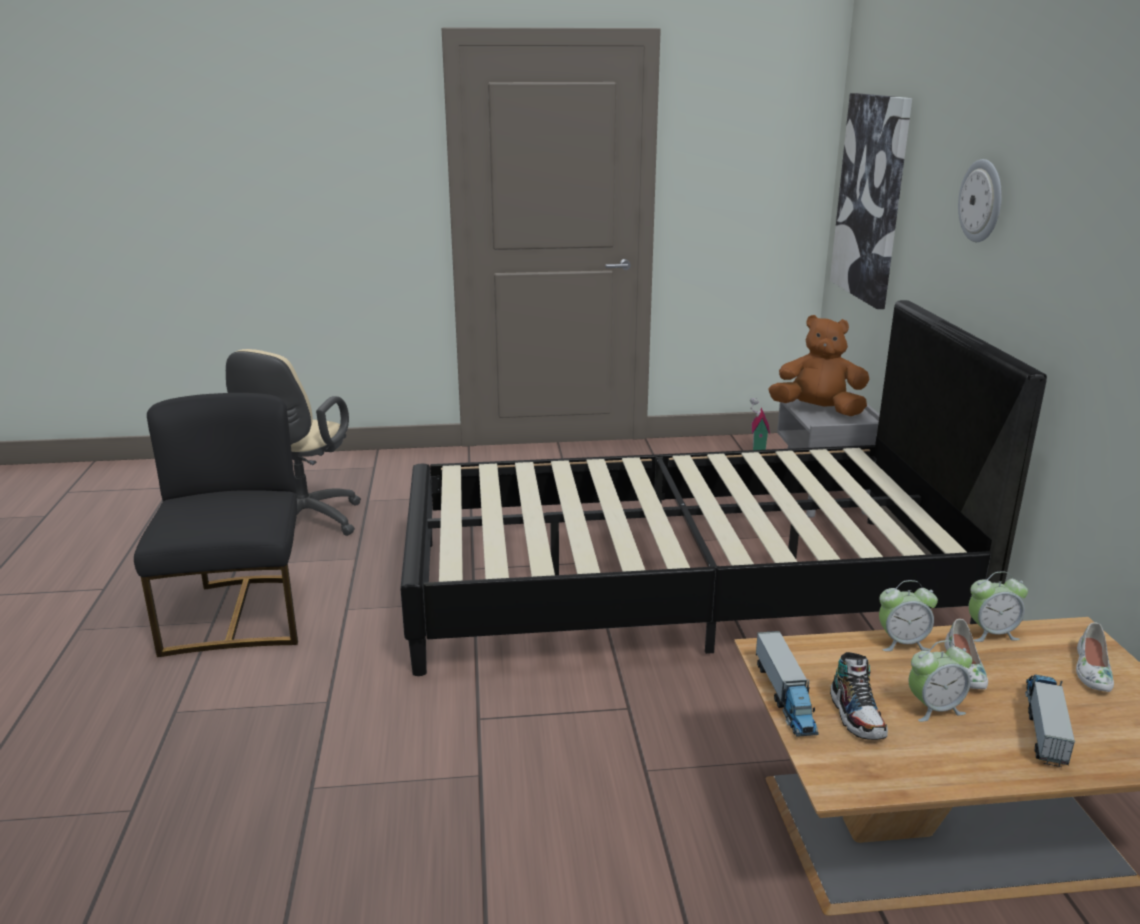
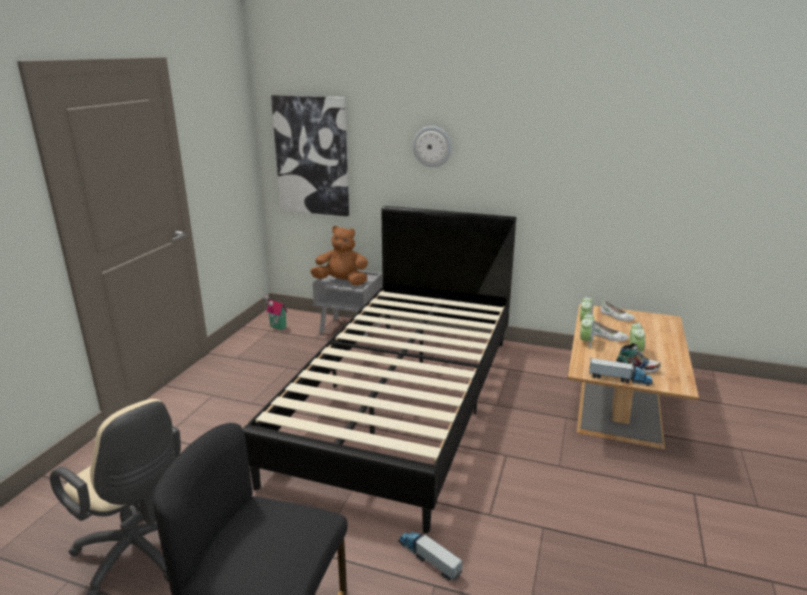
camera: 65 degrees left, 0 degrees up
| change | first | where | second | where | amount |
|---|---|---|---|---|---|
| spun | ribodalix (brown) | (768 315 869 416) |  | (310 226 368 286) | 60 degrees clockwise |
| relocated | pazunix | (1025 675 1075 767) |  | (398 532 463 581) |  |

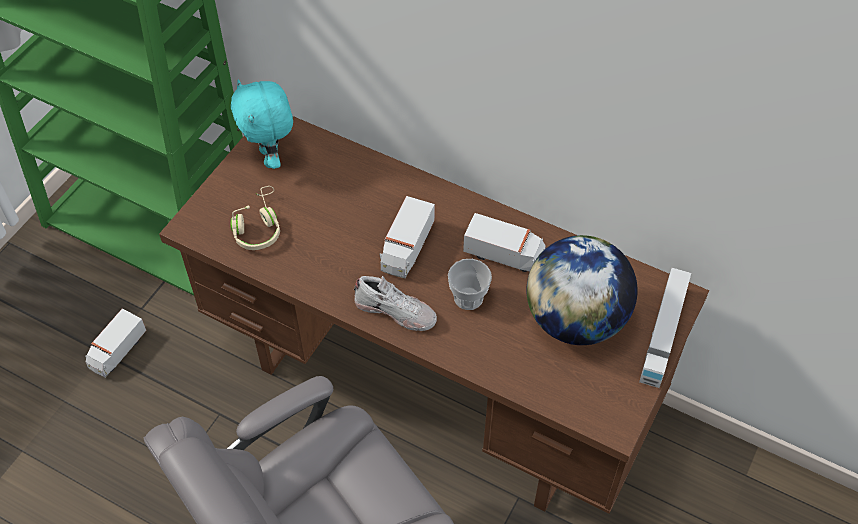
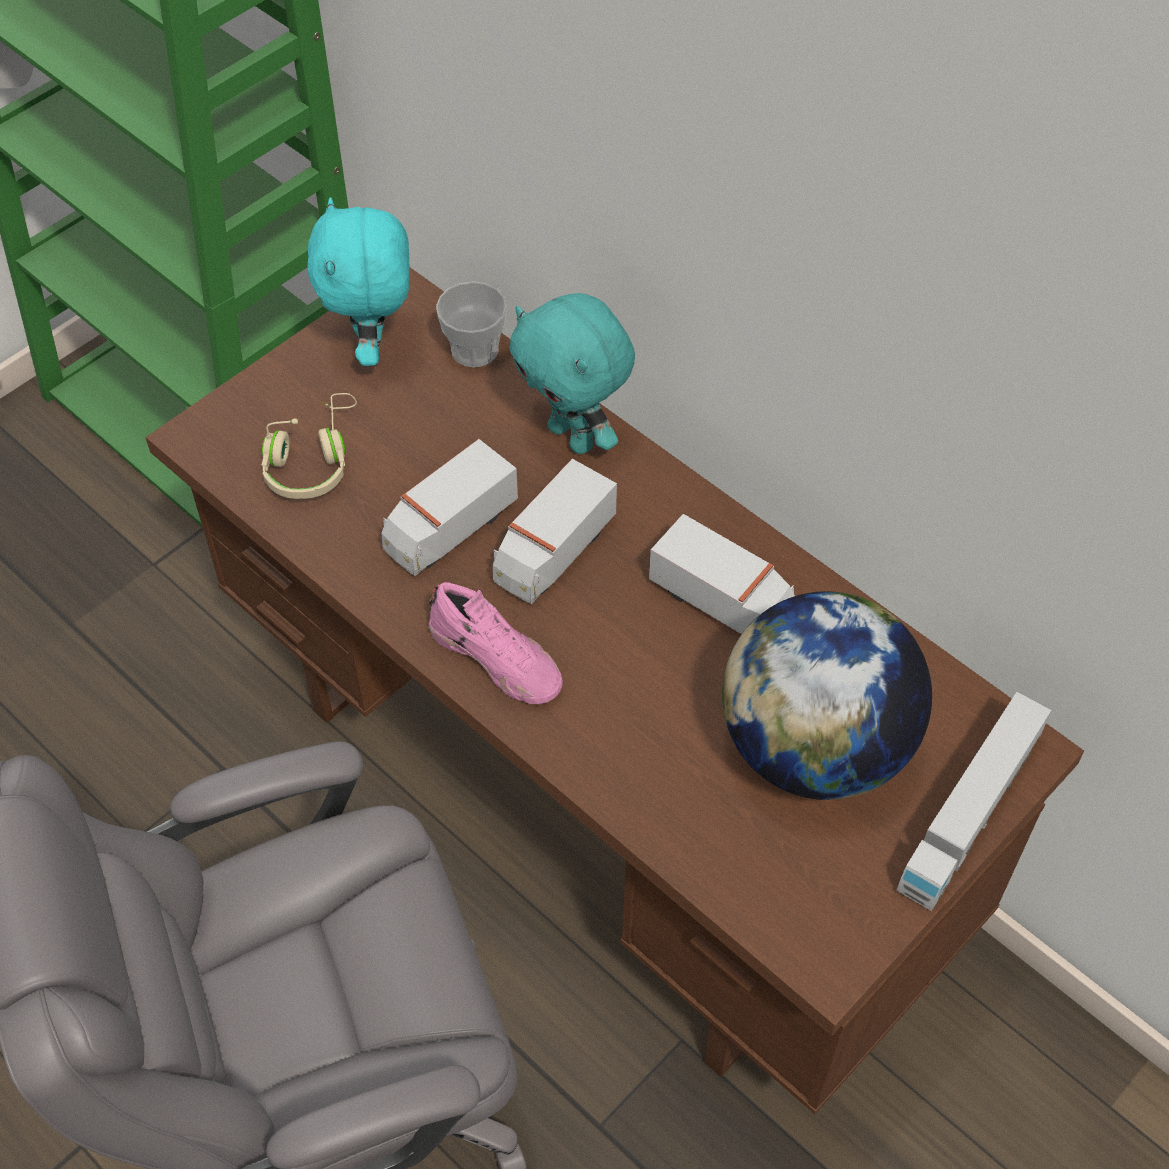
camera: 15 degrees right, 0 degrees up
| change | first | where | second | where | amount |
|---|---|---|---|---|---|
| relocated | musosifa | (448 259 492 310) |  | (436 281 508 368) |  |
| colour | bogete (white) | (354 276 437 331) | bogete (pink) | (429 582 563 704) |  |
| relocated | pazunix | (85 308 147 378) |  | (381 439 518 576) |  |
| appeared |  |  | ribodalix (turquoise) | (509 293 635 454) |  |

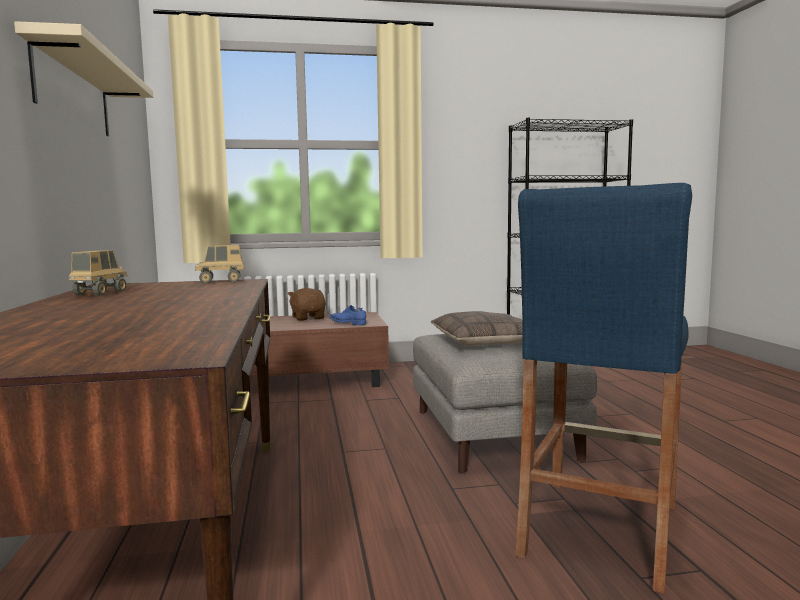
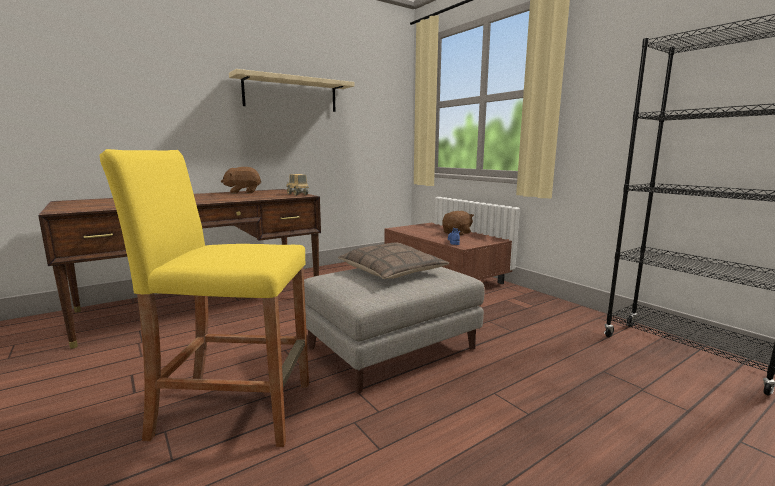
camera: 65 degrees right, 5 degrees up
| change | first | where | second | where | amount |
|---|---|---|---|---|---|
| colour | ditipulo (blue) | (515 183 692 594) | ditipulo (yellow) | (100 149 309 447) |  |
| exchanged | pazunix | (68 250 127 296) | ribodalix (brown) | (221 167 261 194) |  |

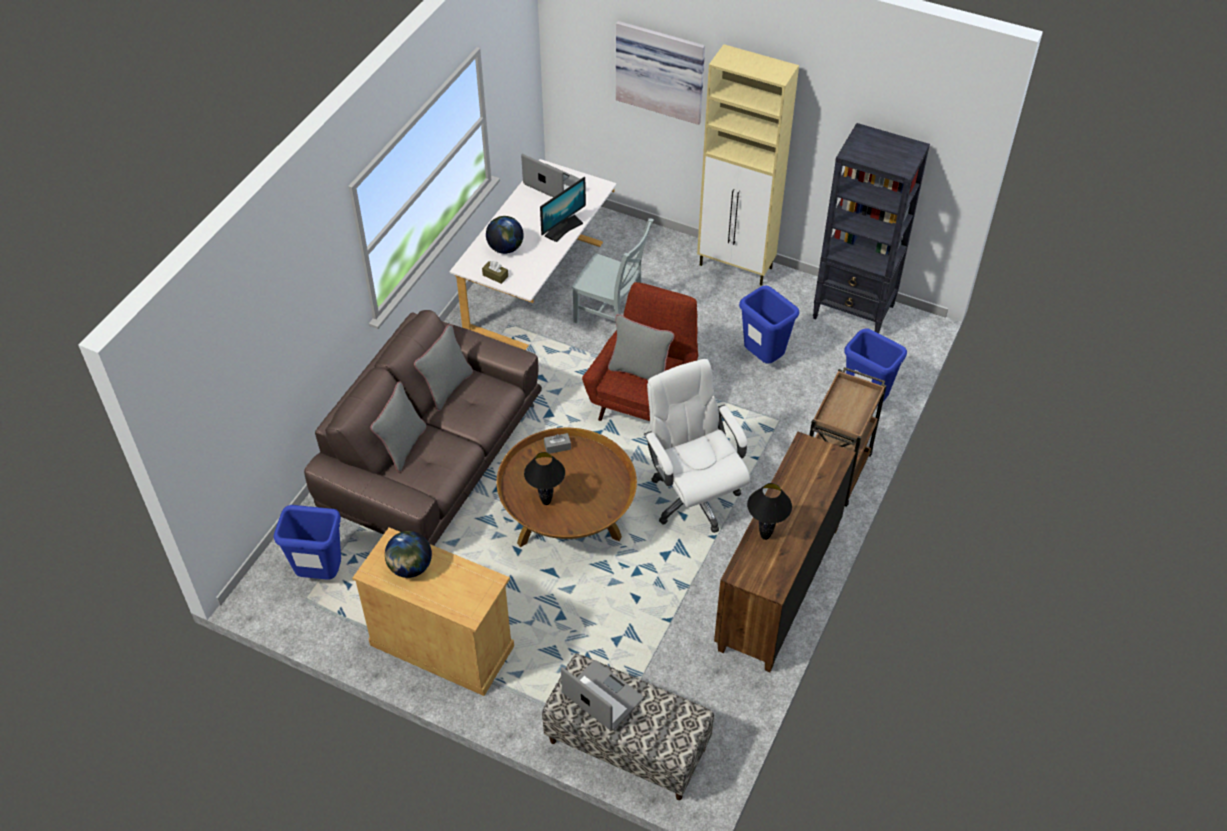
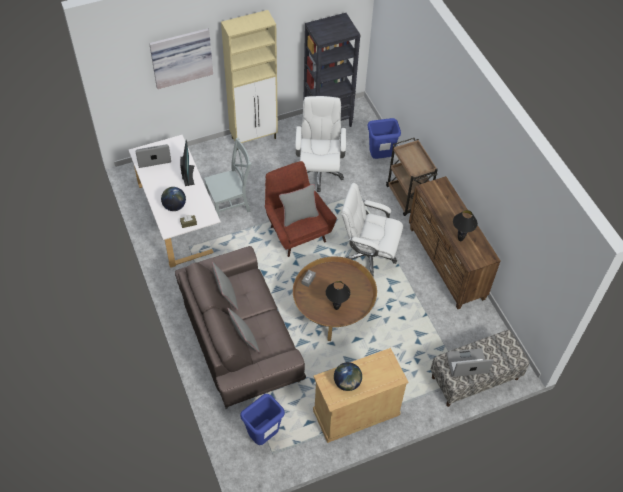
camera: 50 degrees left, 5 degrees up
| change | first | where | second | where | amount |
|---|---|---|---|---|---|
| exchanged | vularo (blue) | (739 286 799 364) | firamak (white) | (295 96 346 192) |  |

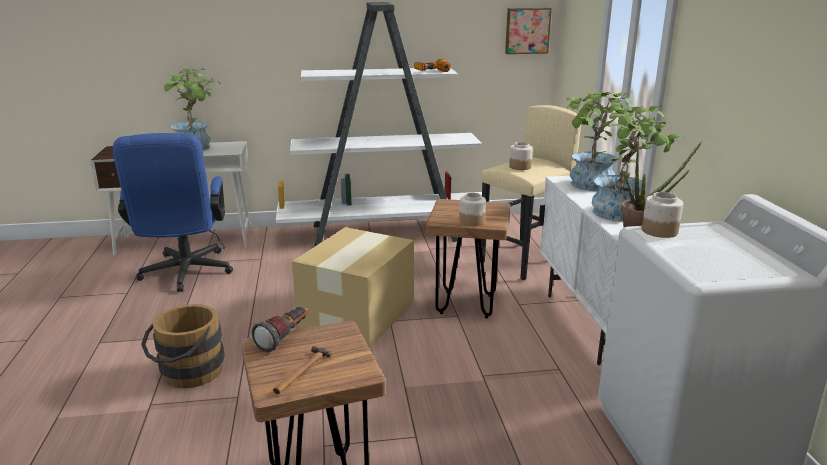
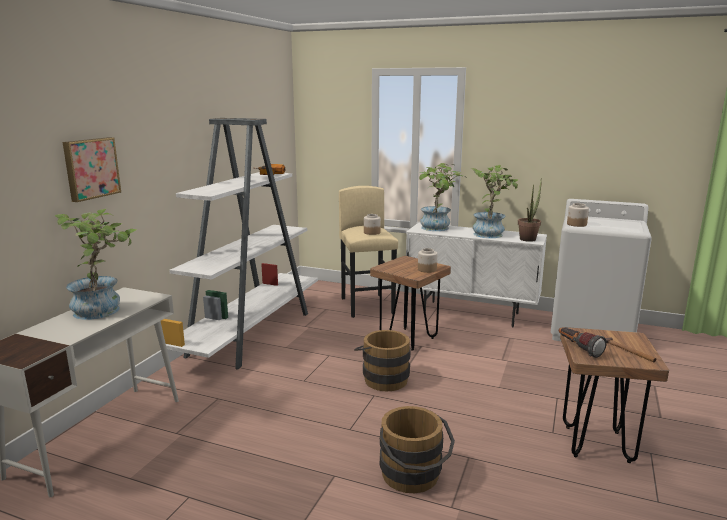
camera: 60 degrees left, 5 degrees down
| change | first | where | second | where | amount |
|---|---|---|---|---|---|
| relocated | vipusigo | (505 8 552 54) |  | (63 137 121 202) |  |
| missing | firamak (blue) | (113 133 233 292) |  |  |  |
| exchanged | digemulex | (292 227 414 347) | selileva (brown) | (354 330 411 392) |  |

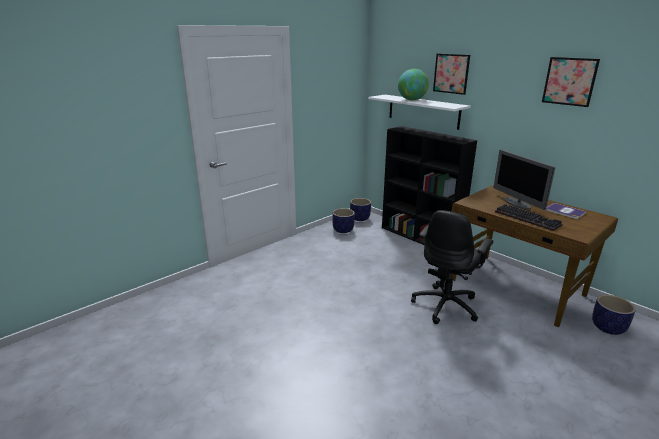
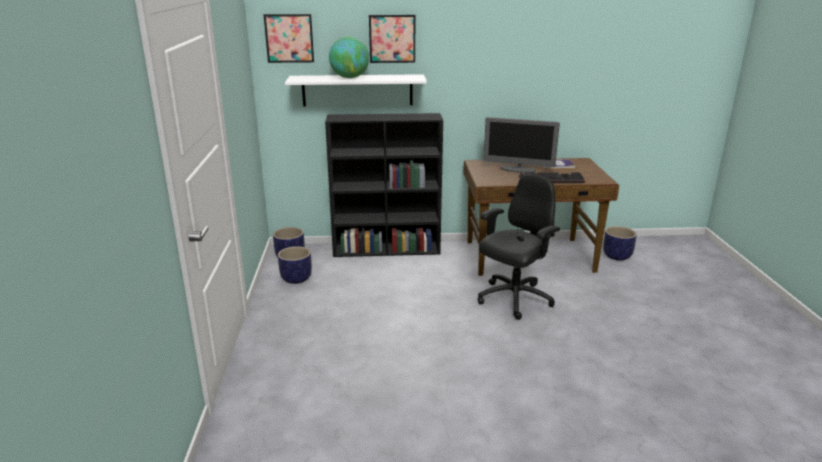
camera: 50 degrees left, 0 degrees up
| change | first | where | second | where | amount |
|---|---|---|---|---|---|
| relocated | vipusigo | (542 57 600 107) |  | (264 14 314 63) |  |
| spun | firamak (black) | (411 210 493 324) |  | (478 174 560 320) | 120 degrees counterclockwise |

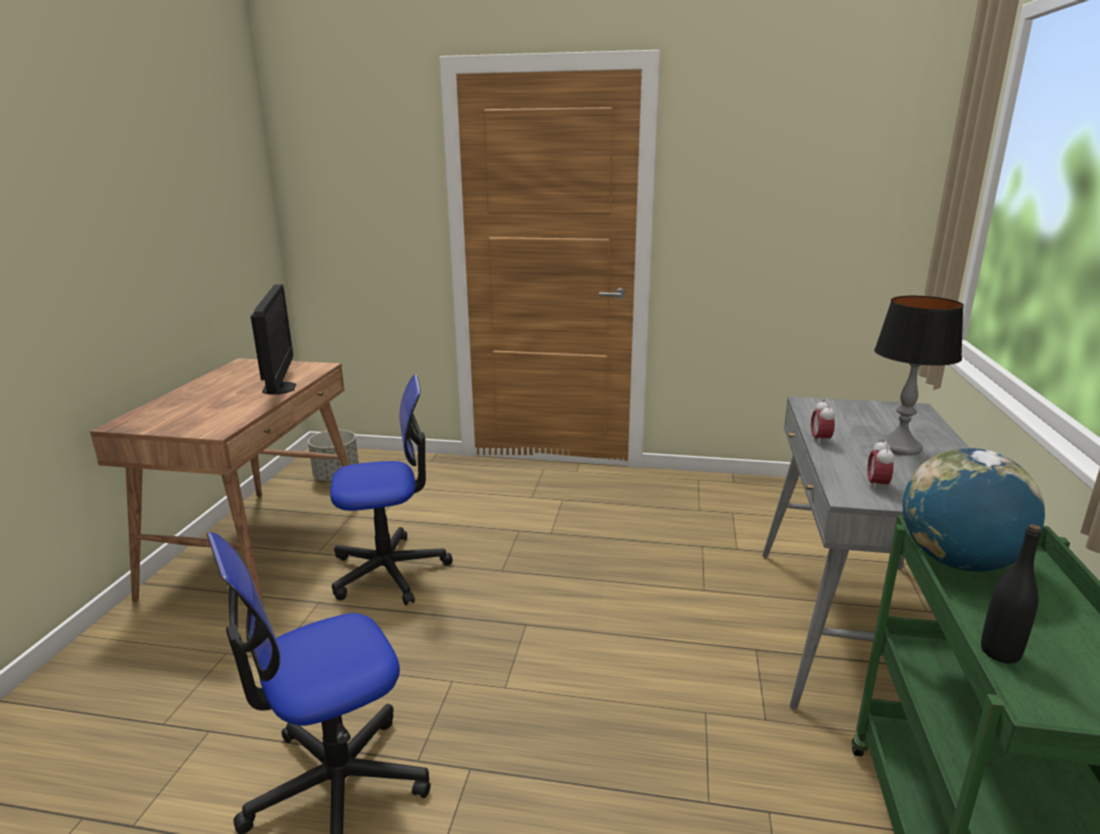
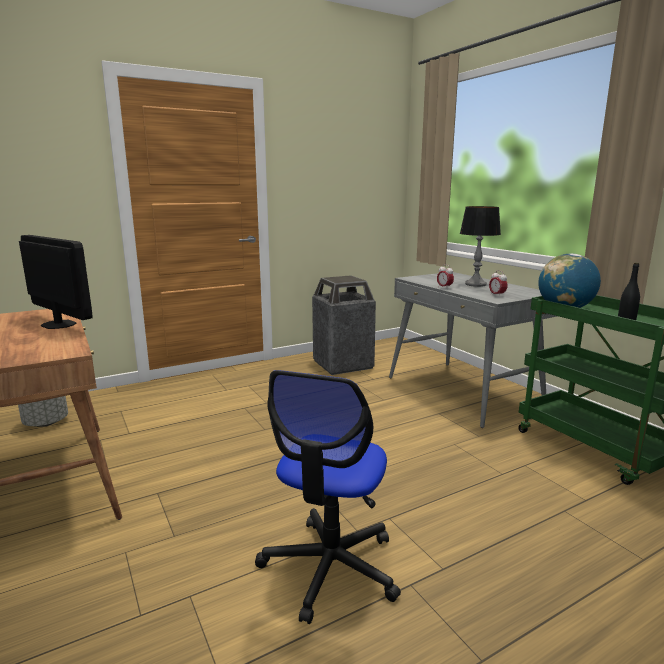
camera: 40 degrees left, 5 degrees down
| change | first | where | second | where | amount |
|---|---|---|---|---|---|
| missing | firamak | (330 375 453 605) |  |  |  |
| appeared |  |  | vularo | (312 275 376 375) |  |

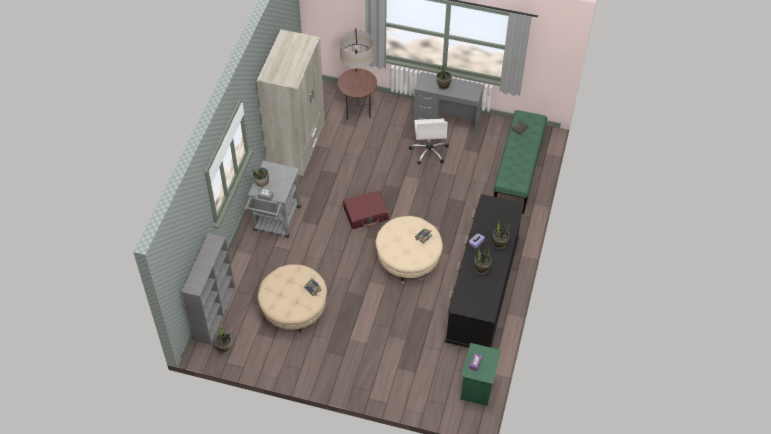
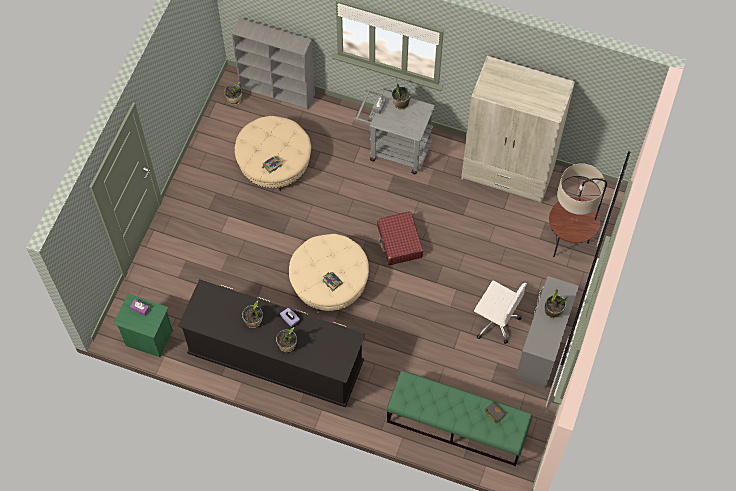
camera: 95 degrees right, 10 degrees up
| change | first | where | second | where | amount |
|---|---|---|---|---|---|
| spun | firamak (white) | (409 119 449 165) |  | (474 280 527 344) | 150 degrees counterclockwise |

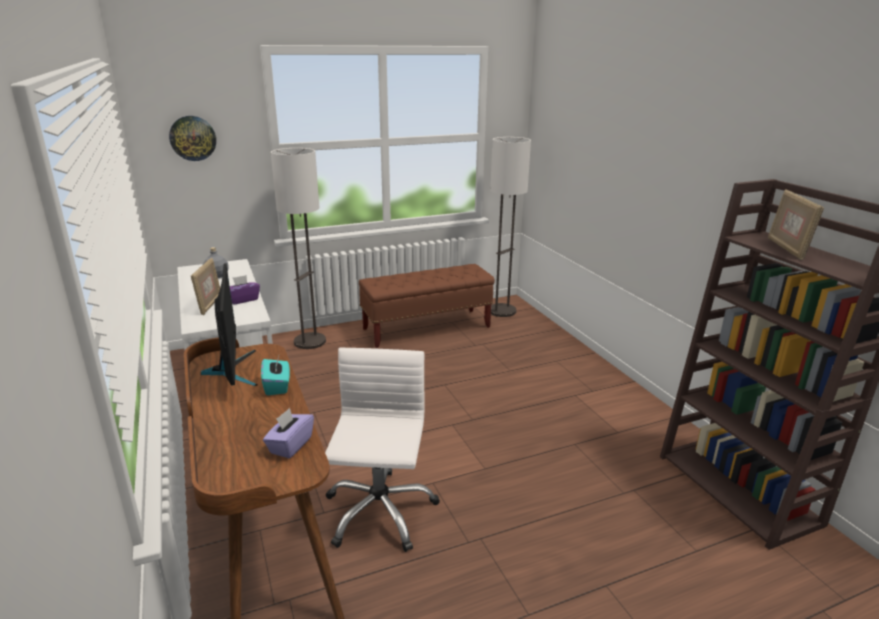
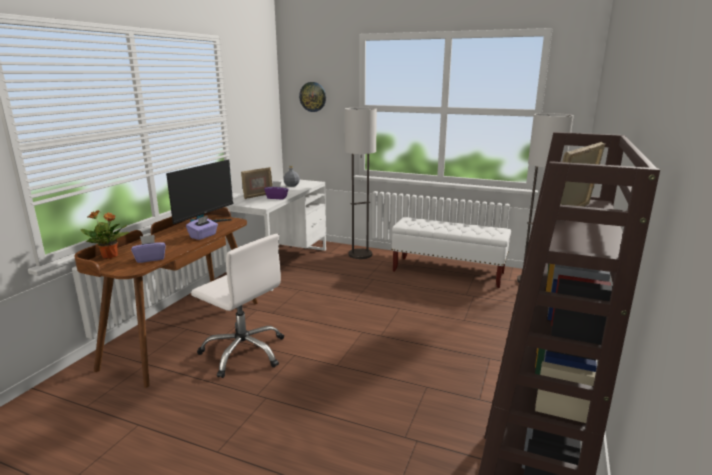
camera: 45 degrees right, 5 degrees down
| change | first | where | second | where | amount |
|---|---|---|---|---|---|
| colour | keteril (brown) | (359 264 495 348) | keteril (white) | (391 217 511 288) |  |
| spun | firamak (white) | (325 348 440 552) |  | (191 234 284 378) | 75 degrees clockwise |
| colour | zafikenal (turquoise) | (261 356 290 395) | zafikenal (purple) | (186 216 218 240) |  |
| appeared |  |  | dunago | (80 210 129 259) |  |

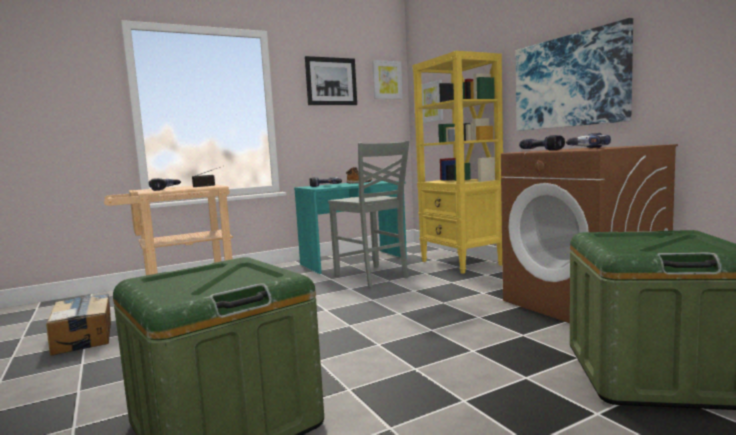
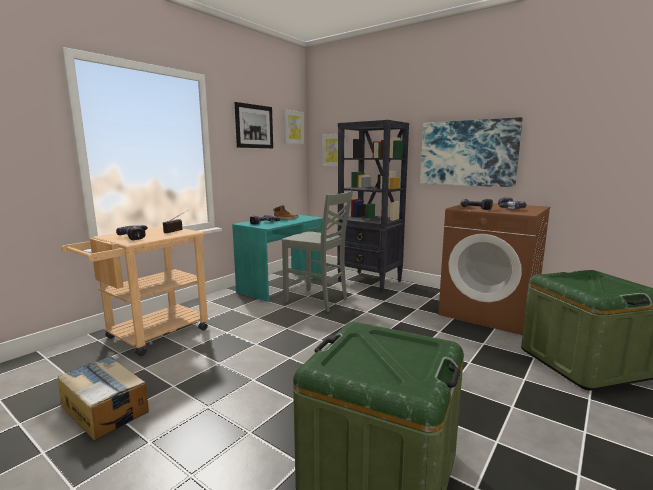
camera: 25 degrees left, 5 degrees up
| change | first | where | second | where | amount |
|---|---|---|---|---|---|
| colour | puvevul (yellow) | (413 51 503 274) | puvevul (black) | (337 120 409 292) |  |

